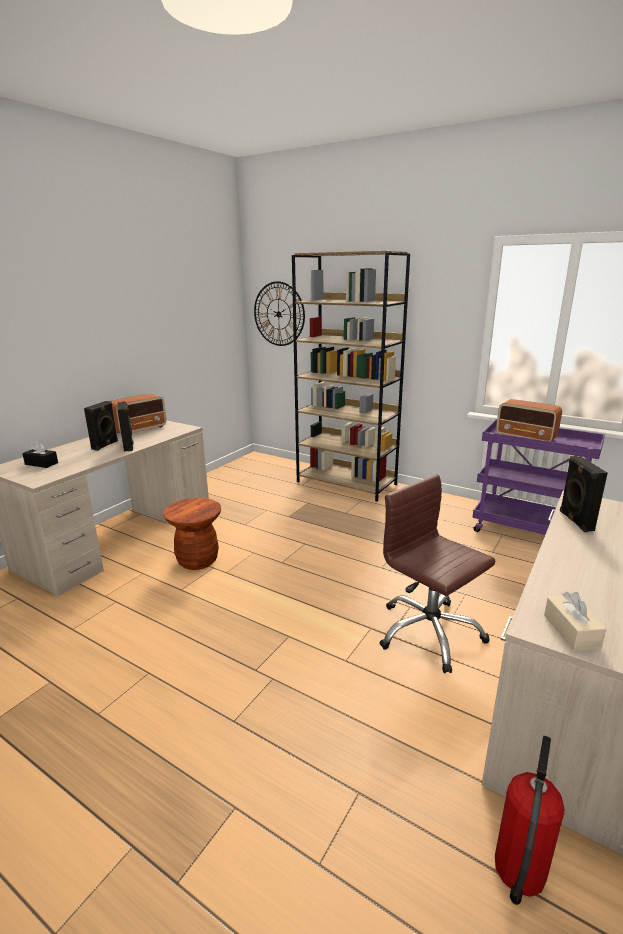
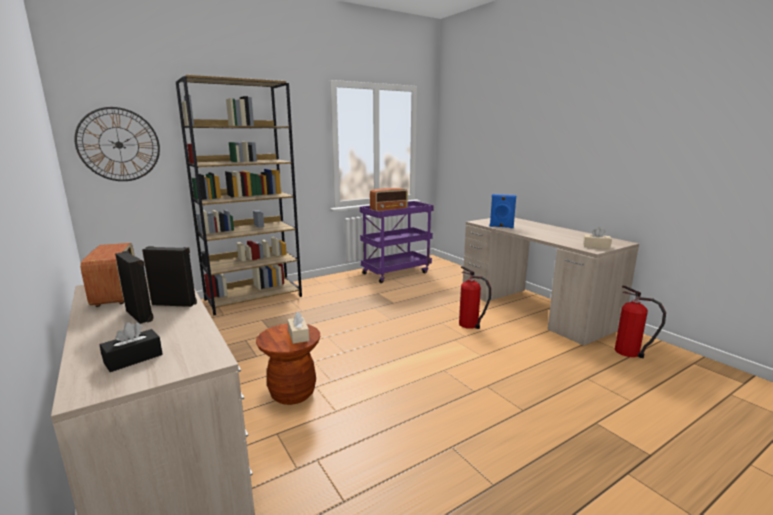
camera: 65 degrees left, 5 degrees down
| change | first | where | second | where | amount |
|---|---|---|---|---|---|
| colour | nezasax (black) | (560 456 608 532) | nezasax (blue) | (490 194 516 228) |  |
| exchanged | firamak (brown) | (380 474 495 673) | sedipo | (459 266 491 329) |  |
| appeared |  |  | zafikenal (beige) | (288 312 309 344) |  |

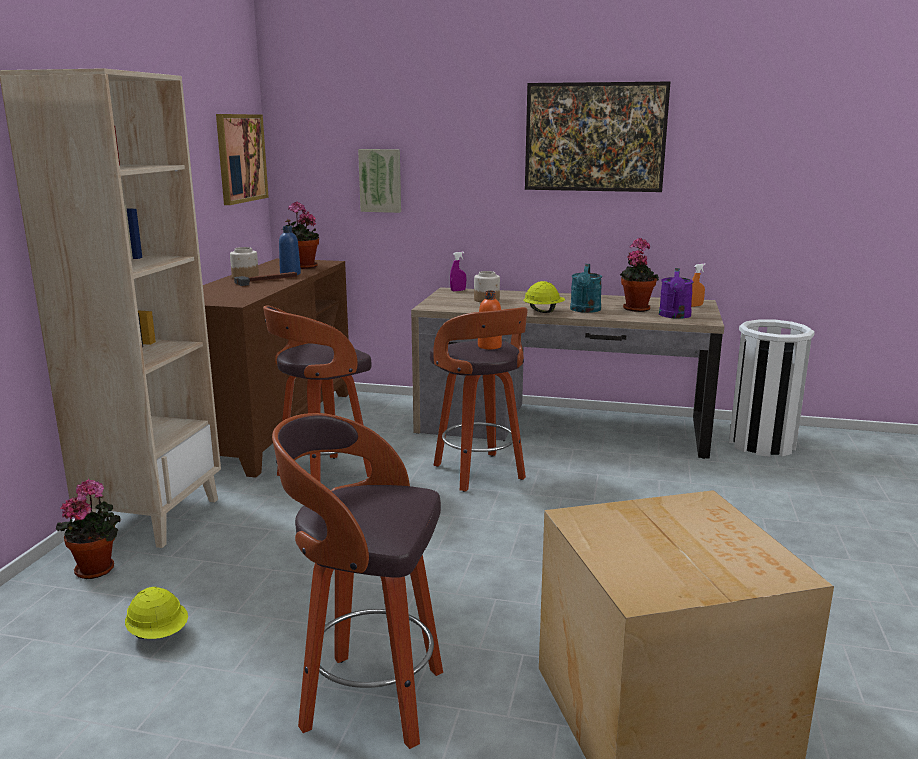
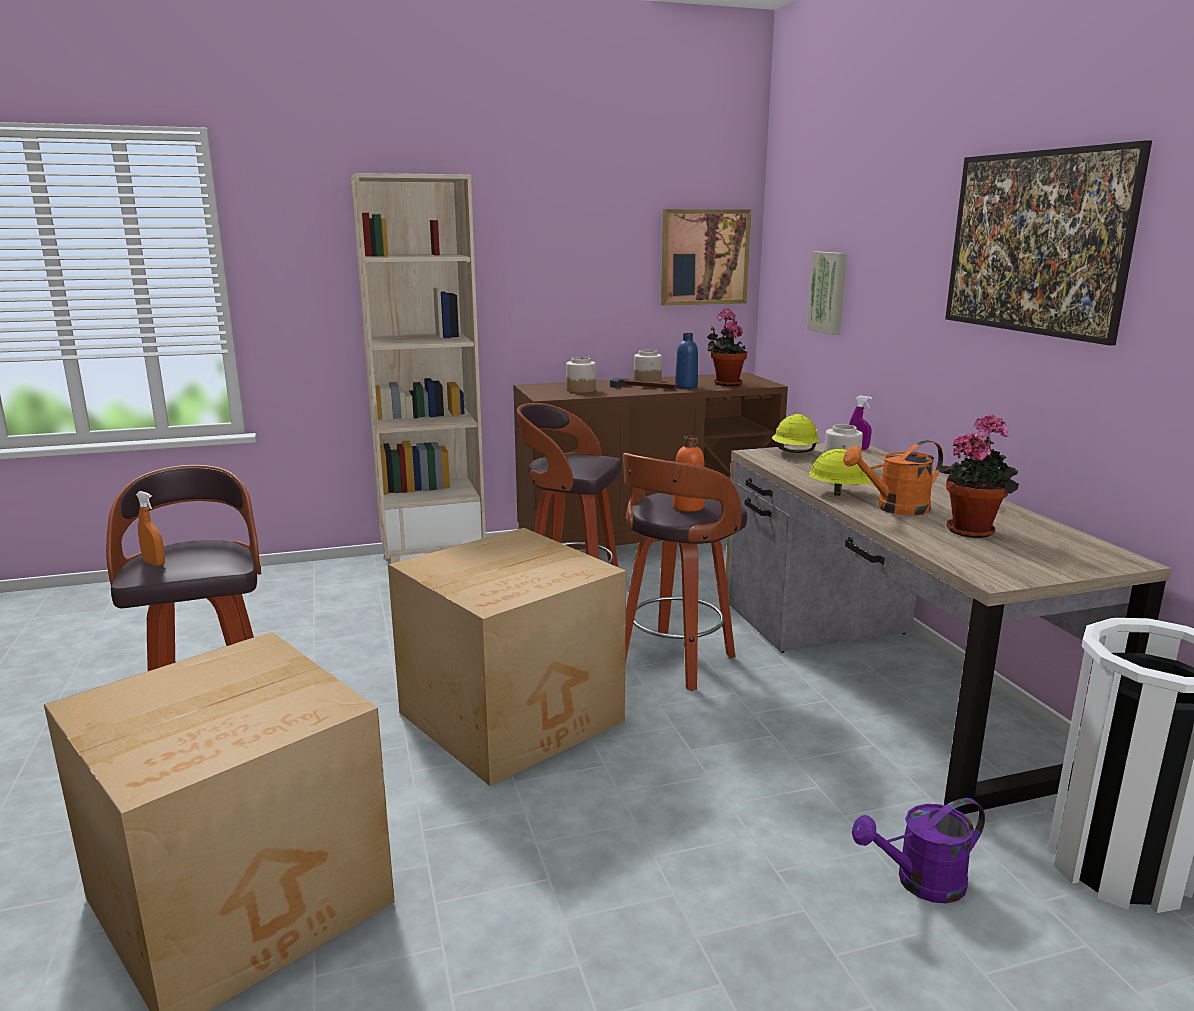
camera: 60 degrees right, 0 degrees up
| change | first | where | second | where | amount |
|---|---|---|---|---|---|
| relocated | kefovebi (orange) | (691 263 706 307) |  | (136 491 165 566) |  |
| colour | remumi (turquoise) | (570 264 602 313) | remumi (orange) | (843 440 943 516) |  |
| relocated | remumi (purple) | (659 268 693 319) |  | (852 798 985 903) |  |
| missing | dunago | (56 479 121 579) |  |  |  |
| relocated | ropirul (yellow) | (125 587 188 639) |  | (772 414 819 453) |  |
| appeared |  |  | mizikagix | (566 357 596 393) |  |
| appeared |  |  | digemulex | (388 528 626 786) |  |

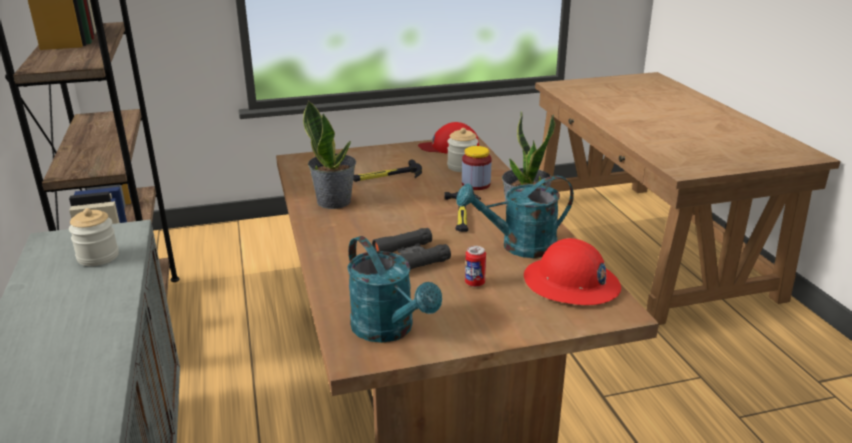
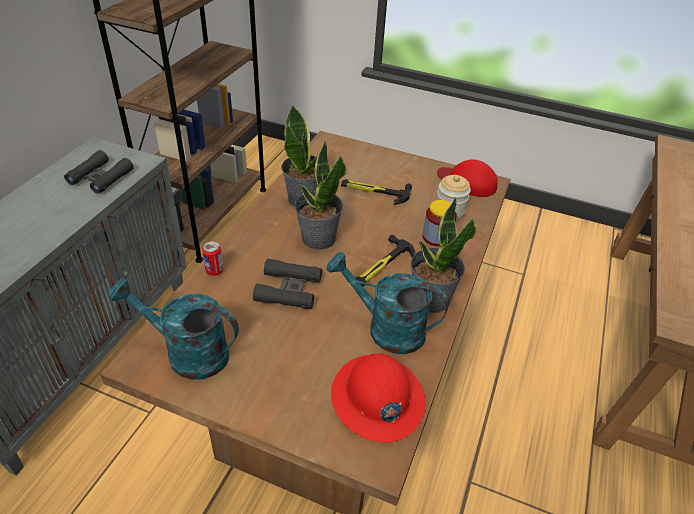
camera: 35 degrees right, 15 degrees up
| change | first | where | second | where | amount |
|---|---|---|---|---|---|
| exchanged | mizikagix | (69 208 119 266) | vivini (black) | (64 150 134 194) |  |
| spun | remumi (turquoise) | (347 236 442 343) |  | (108 278 239 380) | 105 degrees clockwise |
| relocated | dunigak | (465 246 486 287) |  | (202 241 224 276) |  |
| appeared |  |  | dunago | (294 141 347 250) |  |

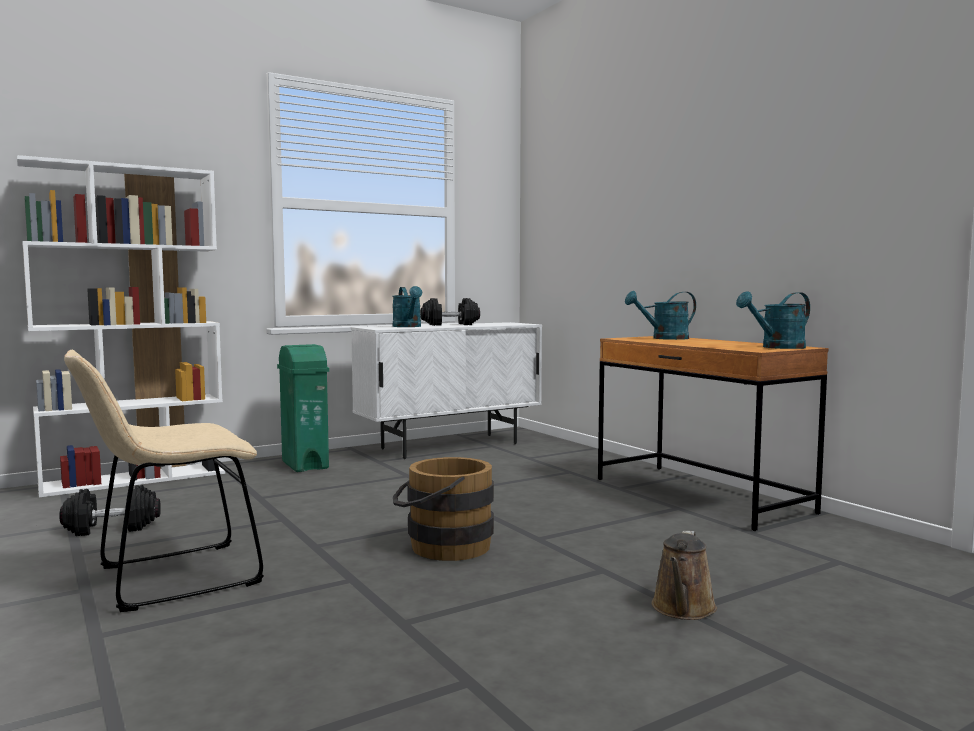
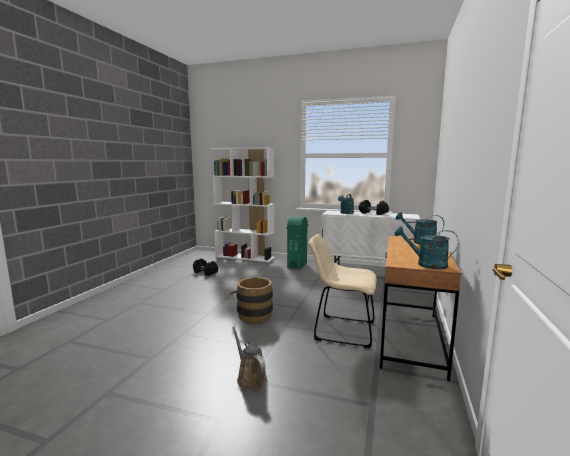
camera: 50 degrees right, 5 degrees up
| change | first | where | second | where | amount |
|---|---|---|---|---|---|
| relocated | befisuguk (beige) | (64 350 264 612) |  | (309 234 377 348) |  |
| spun | remumi (brown) | (651 531 717 620) |  | (232 327 267 390) | 75 degrees clockwise |

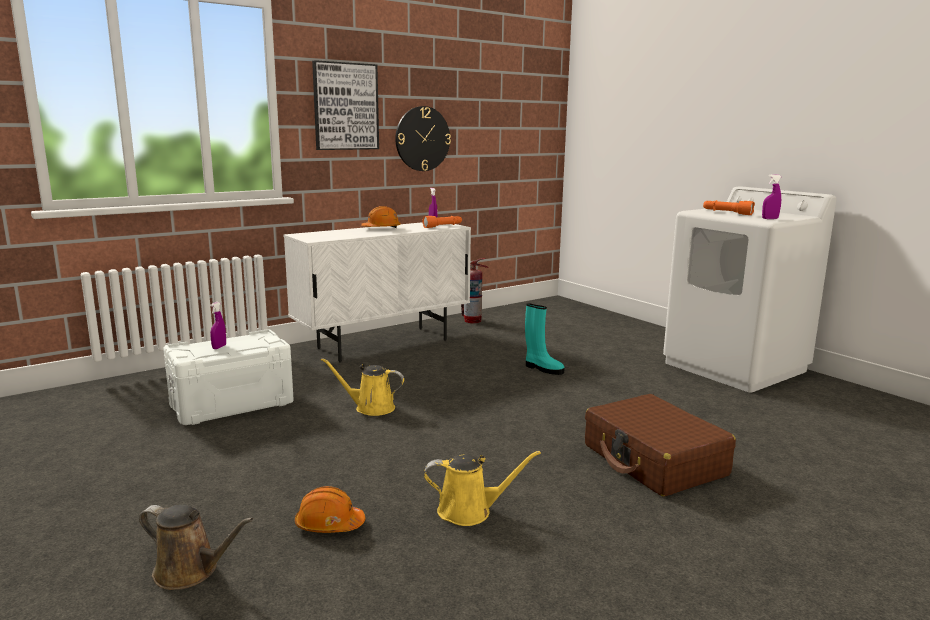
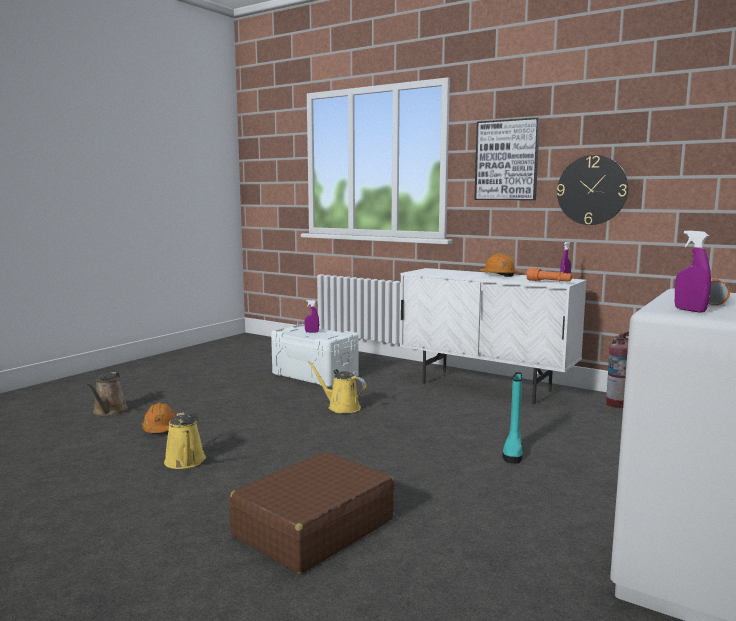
camera: 70 degrees right, 5 degrees down
| change | first | where | second | where | amount |
|---|---|---|---|---|---|
| spun | remumi (yellow) | (321 358 404 416) |  | (308 361 366 413) | 45 degrees counterclockwise |

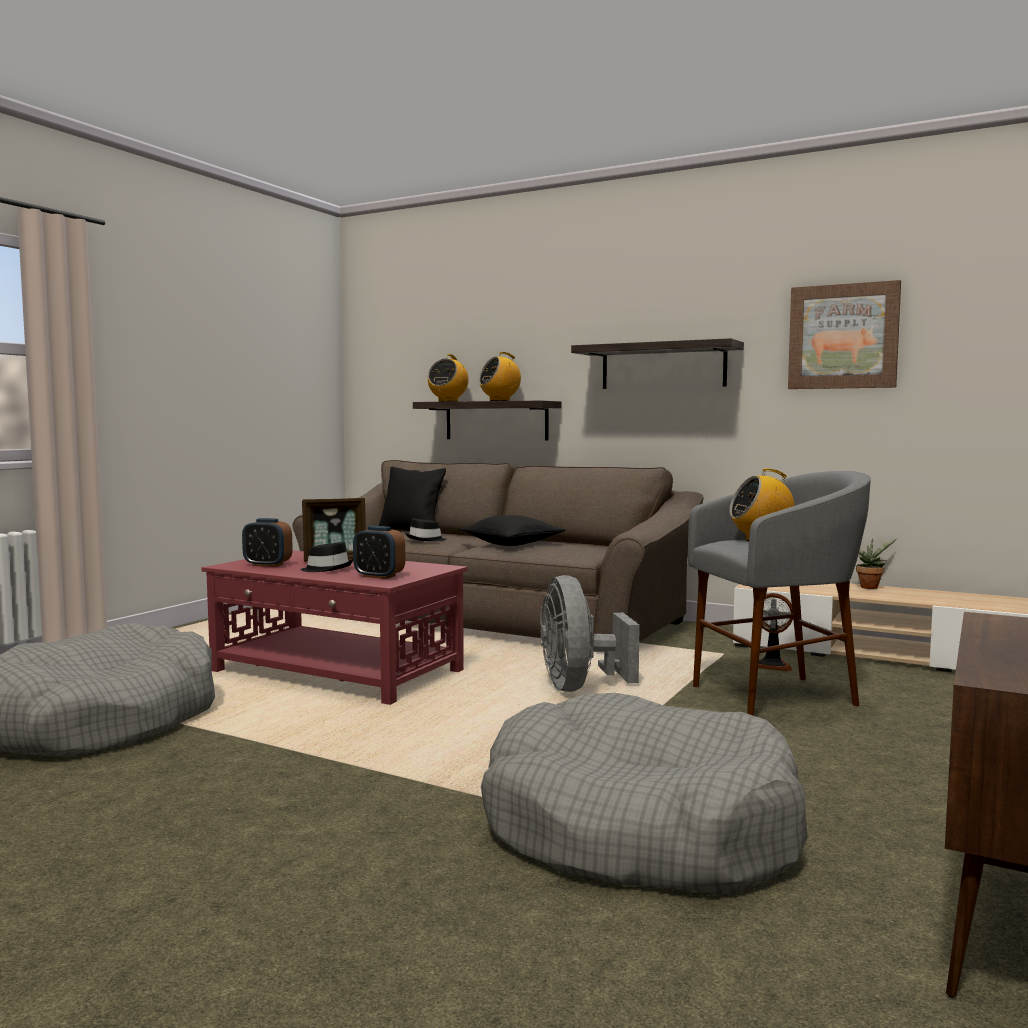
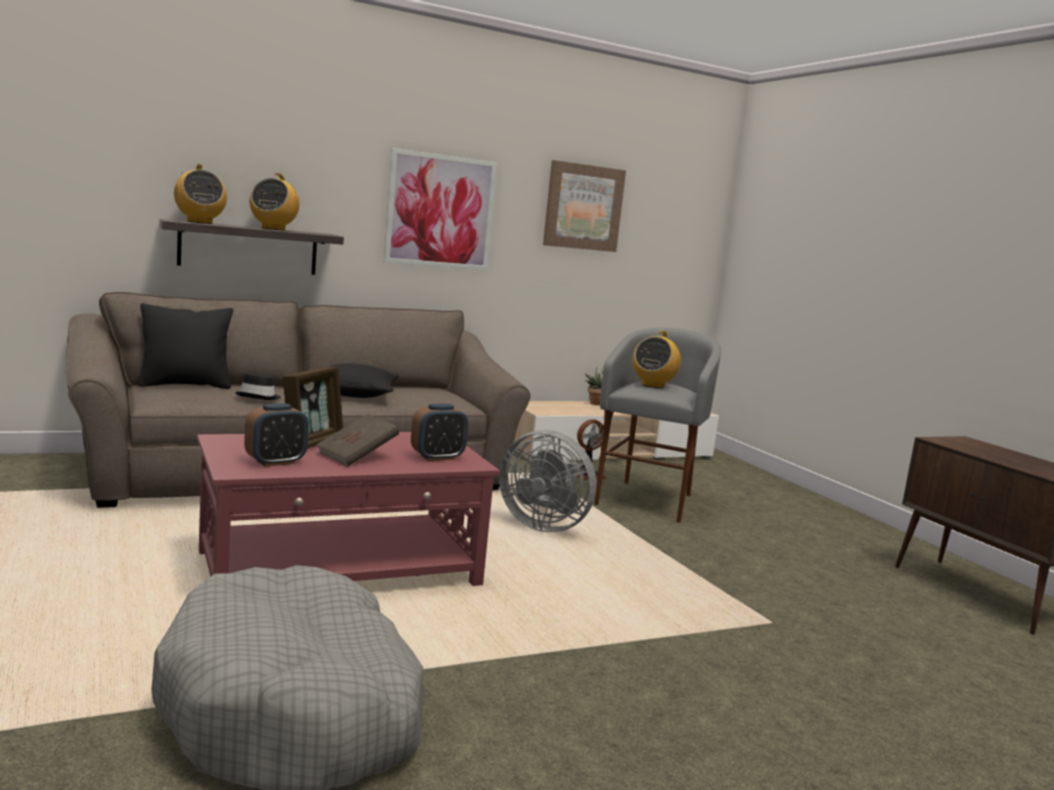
camera: 55 degrees left, 5 degrees up
| change | first | where | second | where | amount |
|---|---|---|---|---|---|
| exchanged | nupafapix | (571 338 744 389) | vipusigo | (384 148 497 271) |  |
| exchanged | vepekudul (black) | (300 542 353 572) | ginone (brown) | (316 414 399 466) |  |
| missing | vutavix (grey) | (481 693 808 895) |  |  |  |

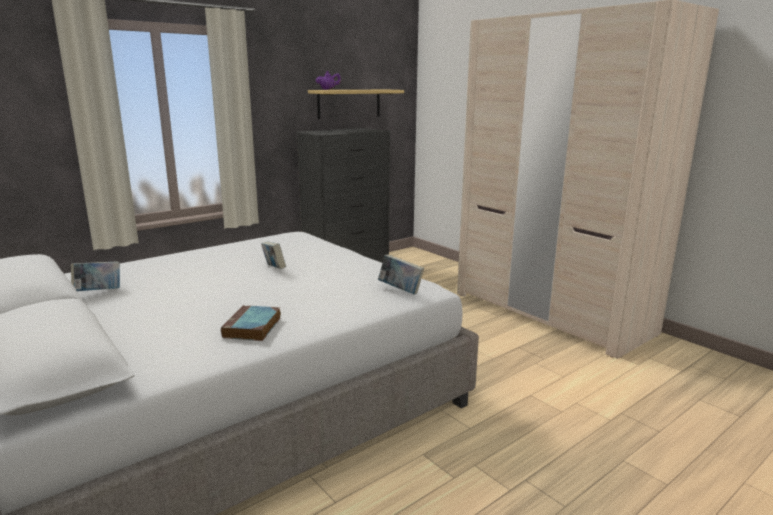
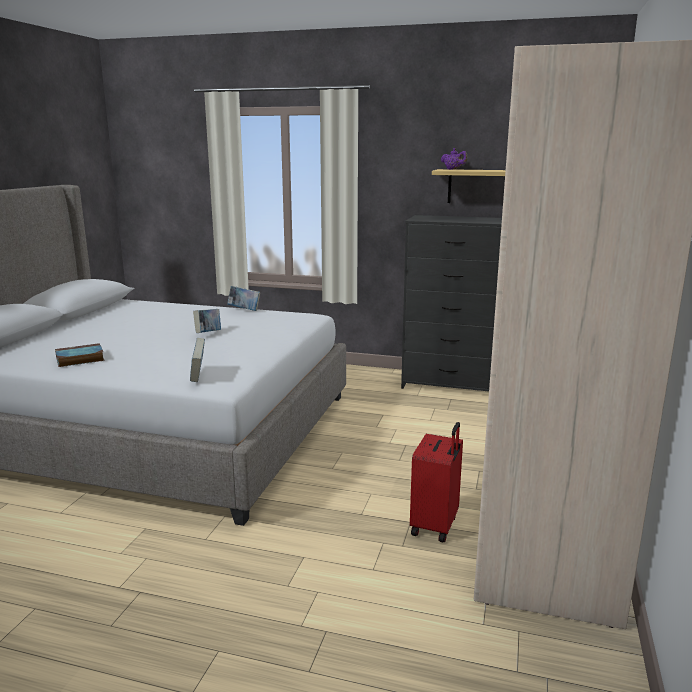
camera: 55 degrees right, 0 degrees up
| change | first | where | second | where | amount |
|---|---|---|---|---|---|
| relocated | ginone | (71 262 120 291) |  | (227 286 260 311) |  |
| appeared |  |  | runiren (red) | (410 422 463 542) |  |

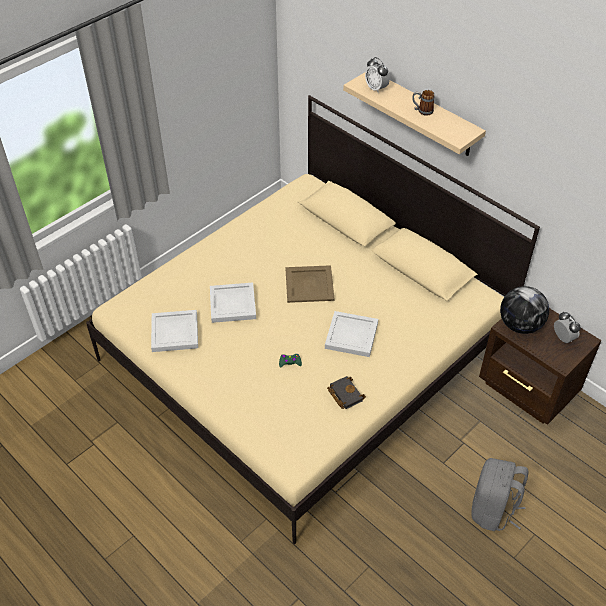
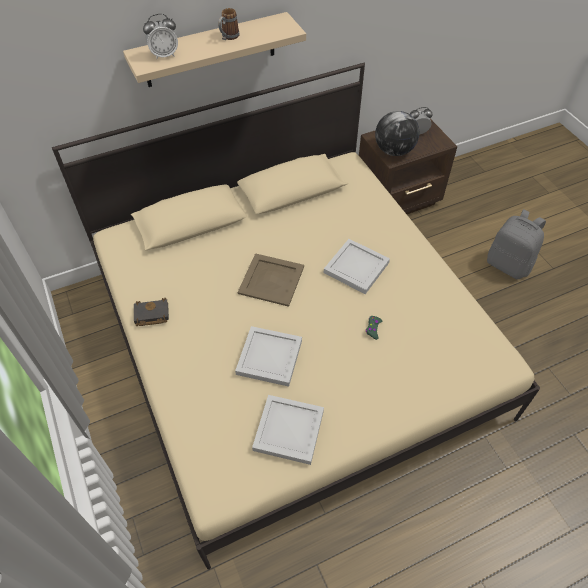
camera: 70 degrees left, 5 degrees up
| change | first | where | second | where | amount |
|---|---|---|---|---|---|
| relocated | ginone (black) | (327 376 366 409) |  | (134 298 169 326) |  |

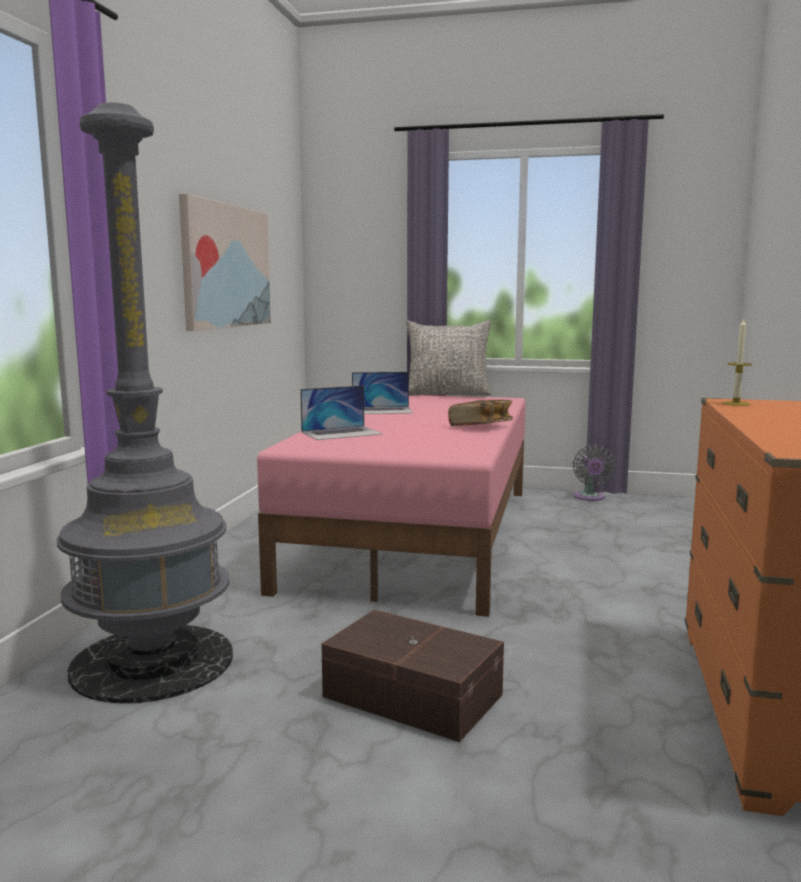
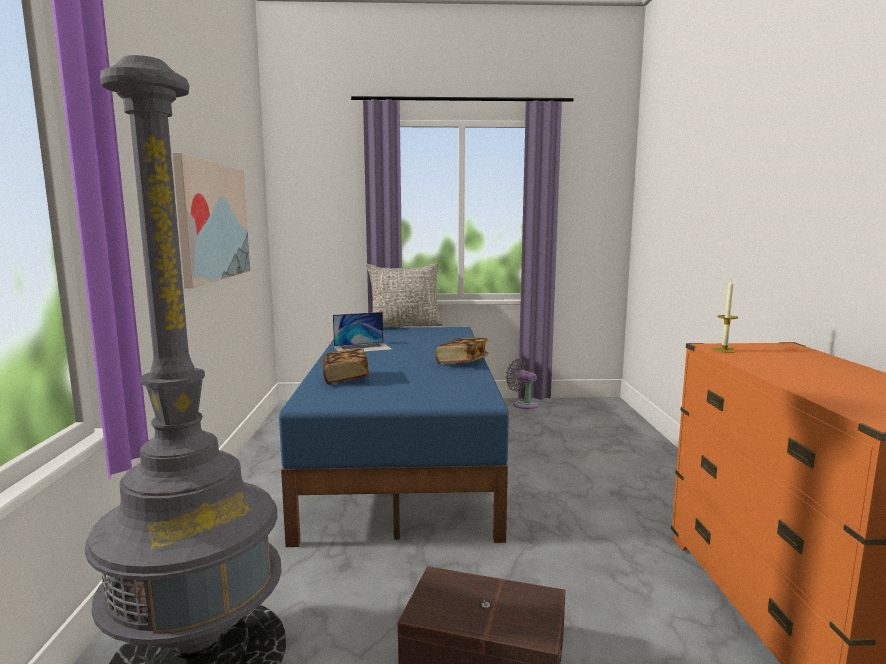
camera: 15 degrees left, 0 degrees up
| change | first | where | second | where | amount |
|---|---|---|---|---|---|
| exchanged | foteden | (300 385 382 440) | ginone | (322 348 370 385) |  |
| colour | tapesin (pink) | (257 395 526 617) | tapesin (blue) | (279 327 509 547) |  |
| spun | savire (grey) | (573 444 615 501) |  | (505 359 538 409) | 150 degrees clockwise |

